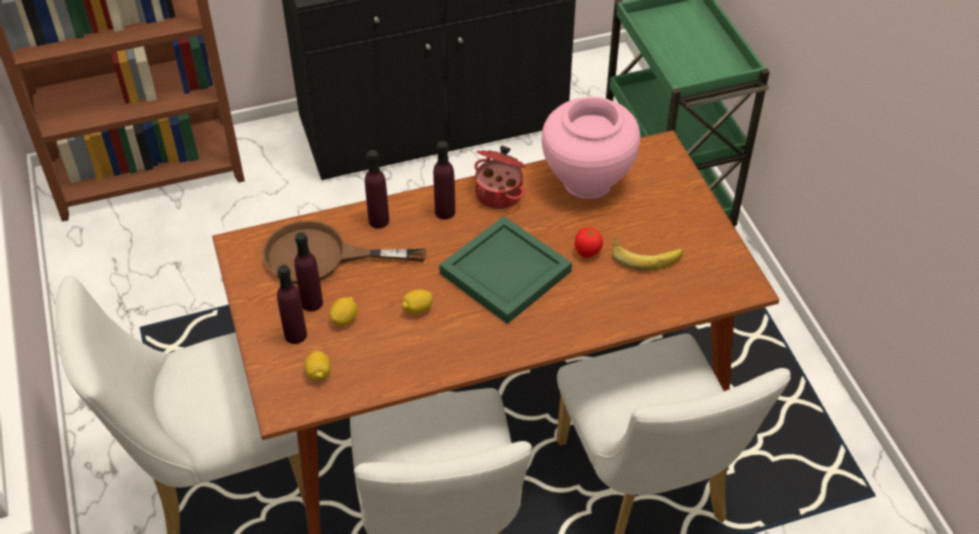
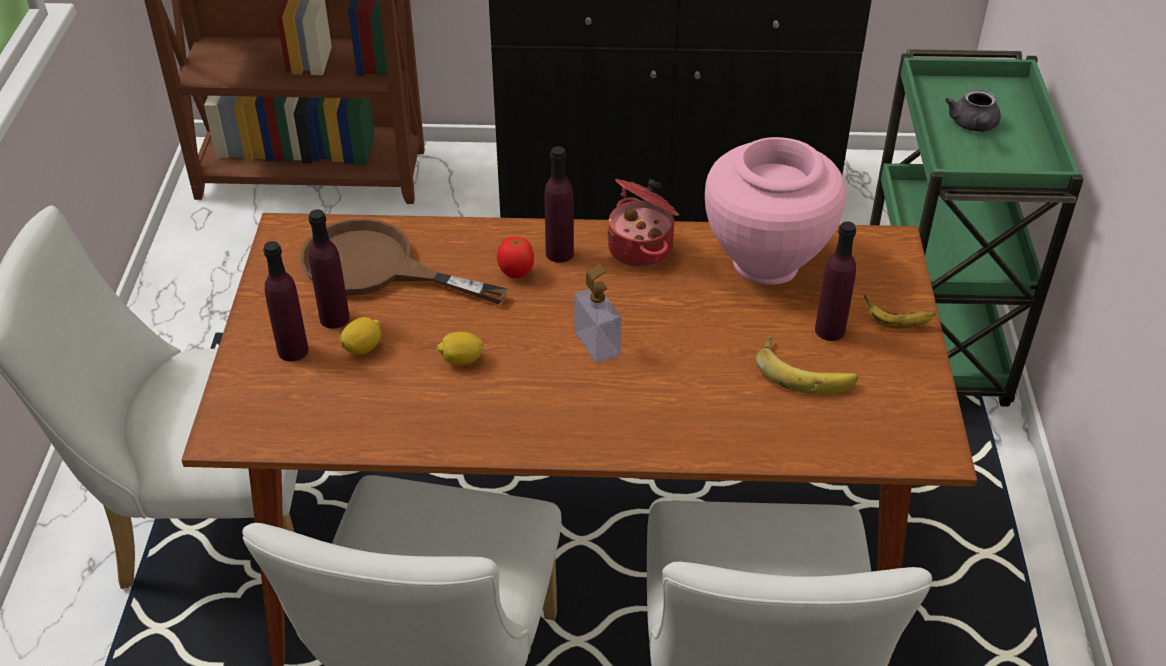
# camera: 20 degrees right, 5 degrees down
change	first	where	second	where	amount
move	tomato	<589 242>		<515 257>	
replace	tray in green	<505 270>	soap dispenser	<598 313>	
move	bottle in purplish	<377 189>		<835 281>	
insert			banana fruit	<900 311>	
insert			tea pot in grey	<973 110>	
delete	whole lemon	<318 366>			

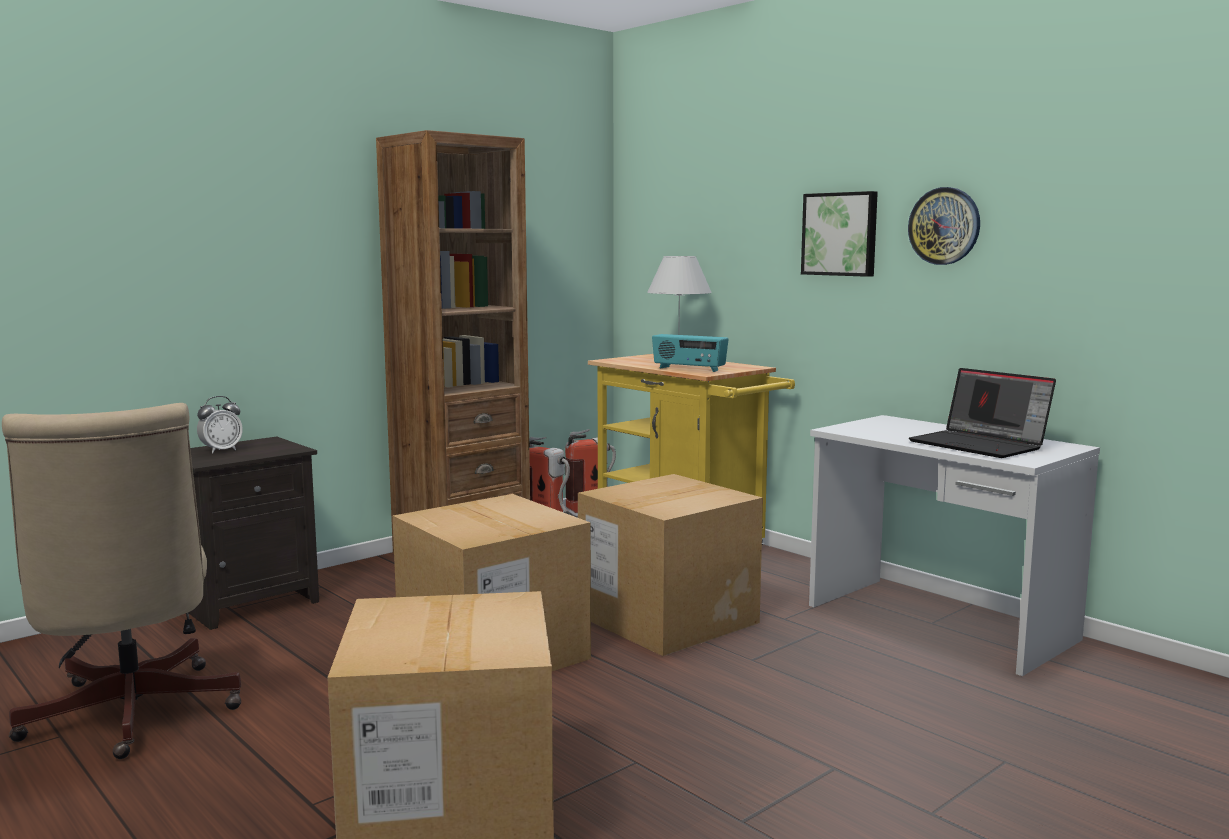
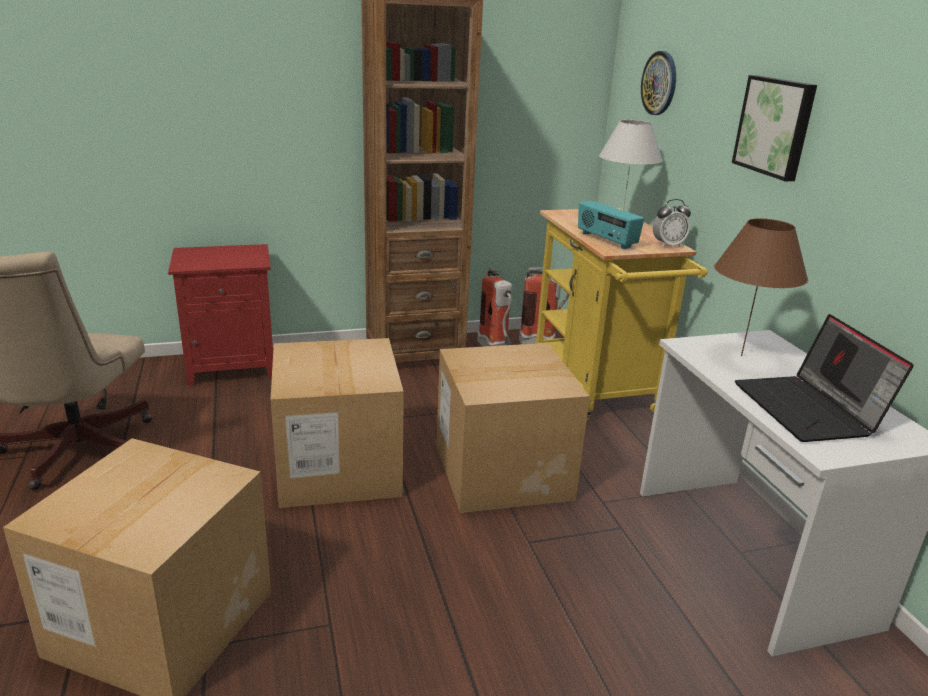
# camera: 25 degrees right, 15 degrees up
change	first	where	second	where	amount
recolor	night table in blackish	<253 533>	night table in red	<220 315>	
move	hanging clock	<944 226>		<658 83>	
move	table clock	<220 425>		<672 223>	
insert			tabletop lamp in brown	<761 287>	

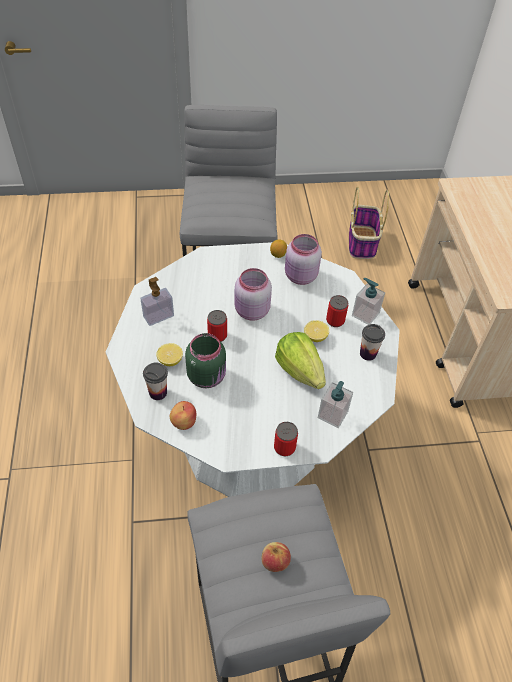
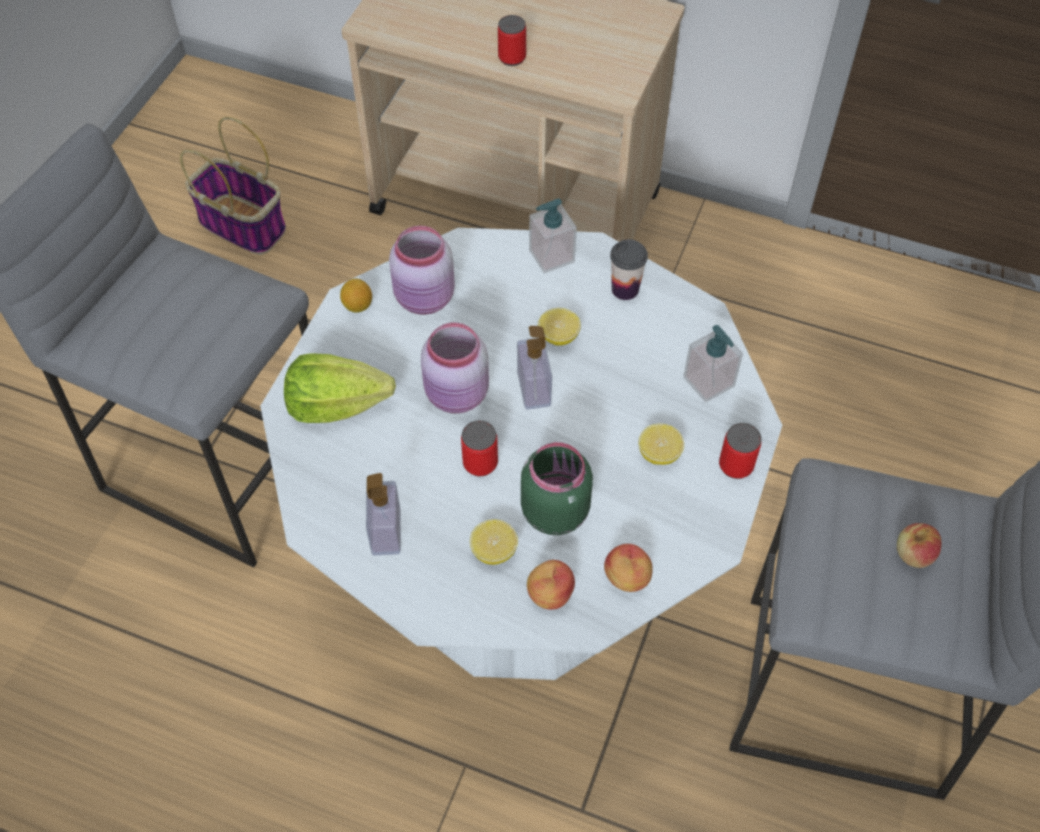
# camera: 60 degrees left, 5 degrees up
change	first	where	second	where	amount
move	head of lettuce	<300 360>		<340 388>	
move	can	<337 311>		<512 40>	
insert			soap dispenser	<534 368>	
replace	small cup	<155 381>	apple fruit	<551 585>	
insert			whole lemon	<661 444>	

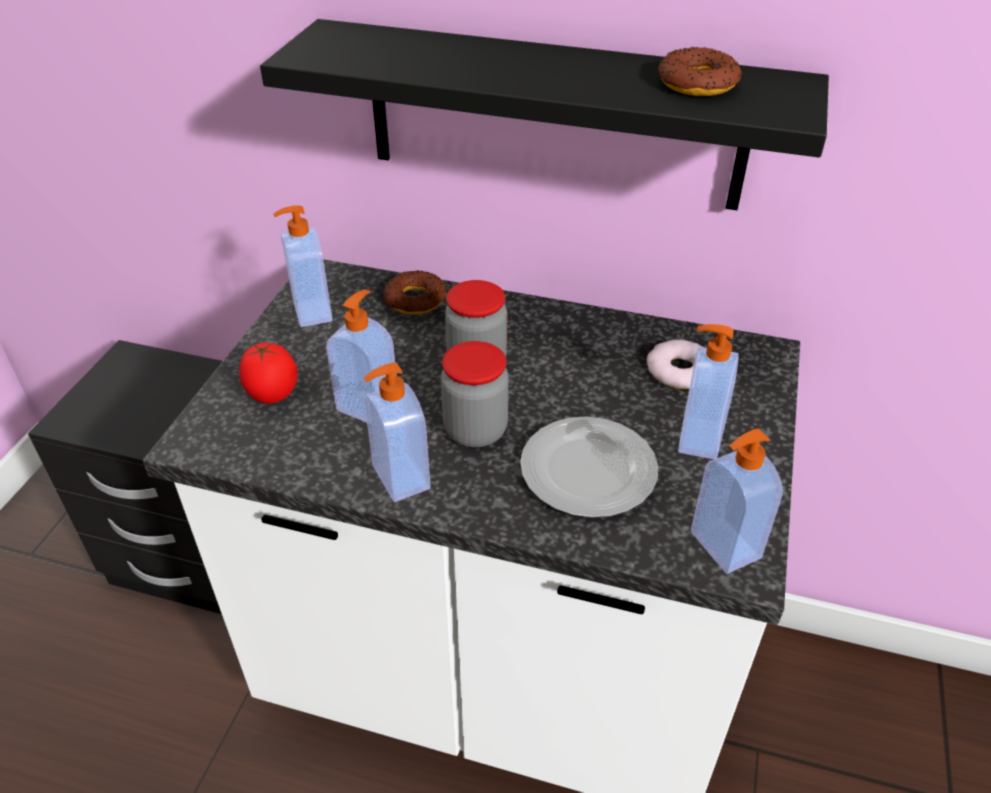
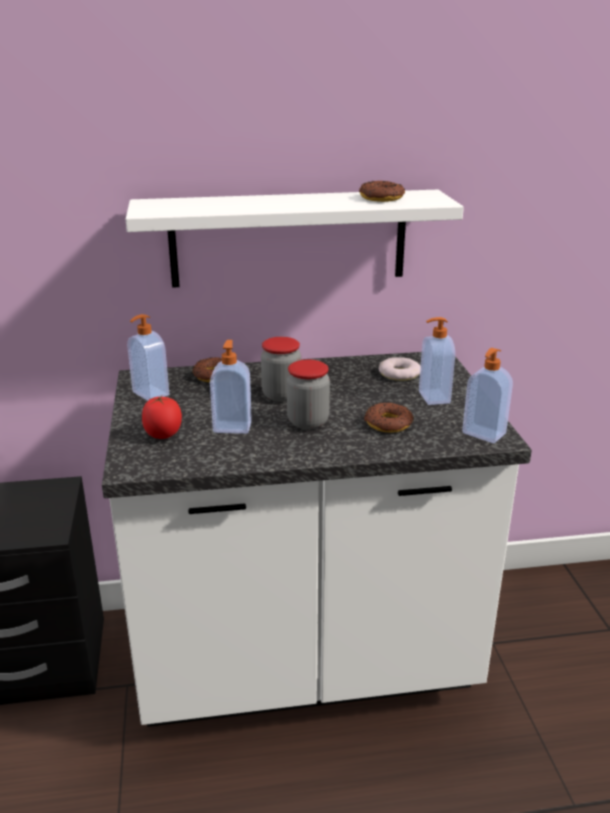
# camera: 25 degrees left, 15 degrees down
change	first	where	second	where	amount
recolor	wall shelf in blackish	<544 114>	wall shelf in white-coloured	<294 239>	
replace	plate	<589 467>	donut	<389 417>	
delete	soap dispenser	<397 432>			

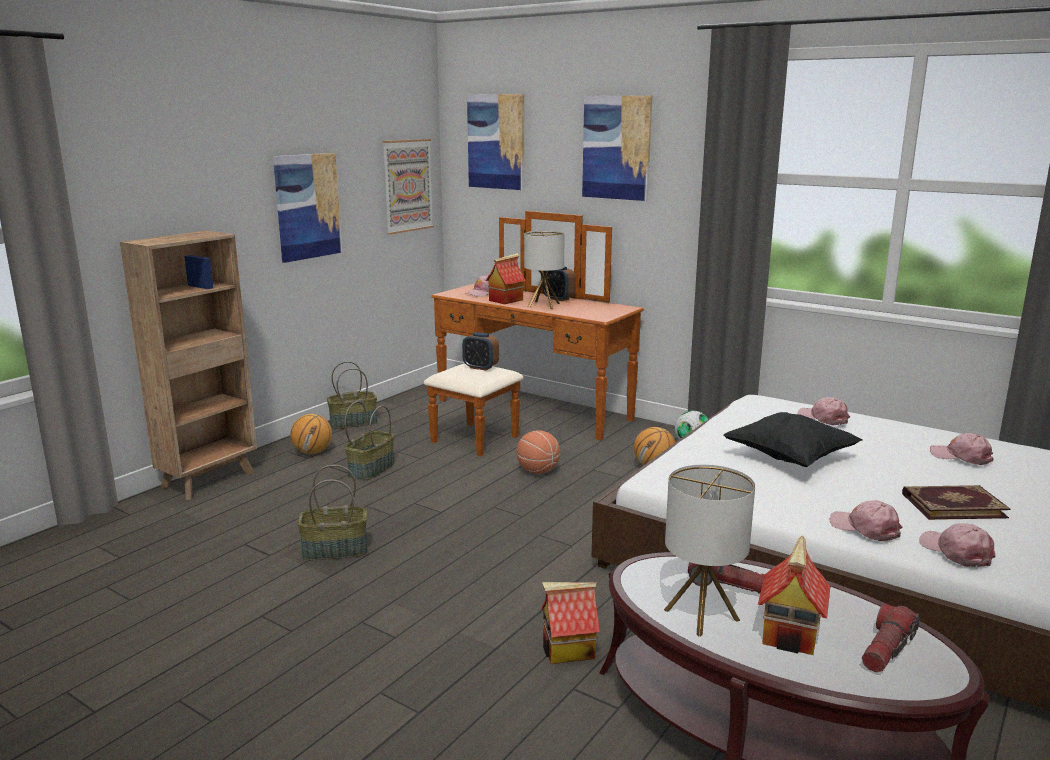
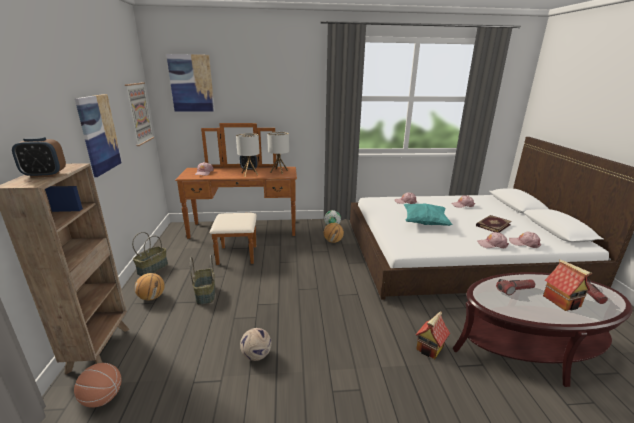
# camera: 40 degrees left, 5 degrees up
change	first	where	second	where	amount
move	table clock	<480 351>		<39 157>	
move	ball for basketball	<538 452>		<98 385>	
replace	storage basket	<332 512>	football ball	<256 344>	
move	tabletop lamp	<709 551>		<278 153>	
recolor	throw pillow in blackish	<793 439>	throw pillow in turquoise-coloured	<428 214>	
delete	toy house	<506 278>			
delete	wall art	<617 148>			

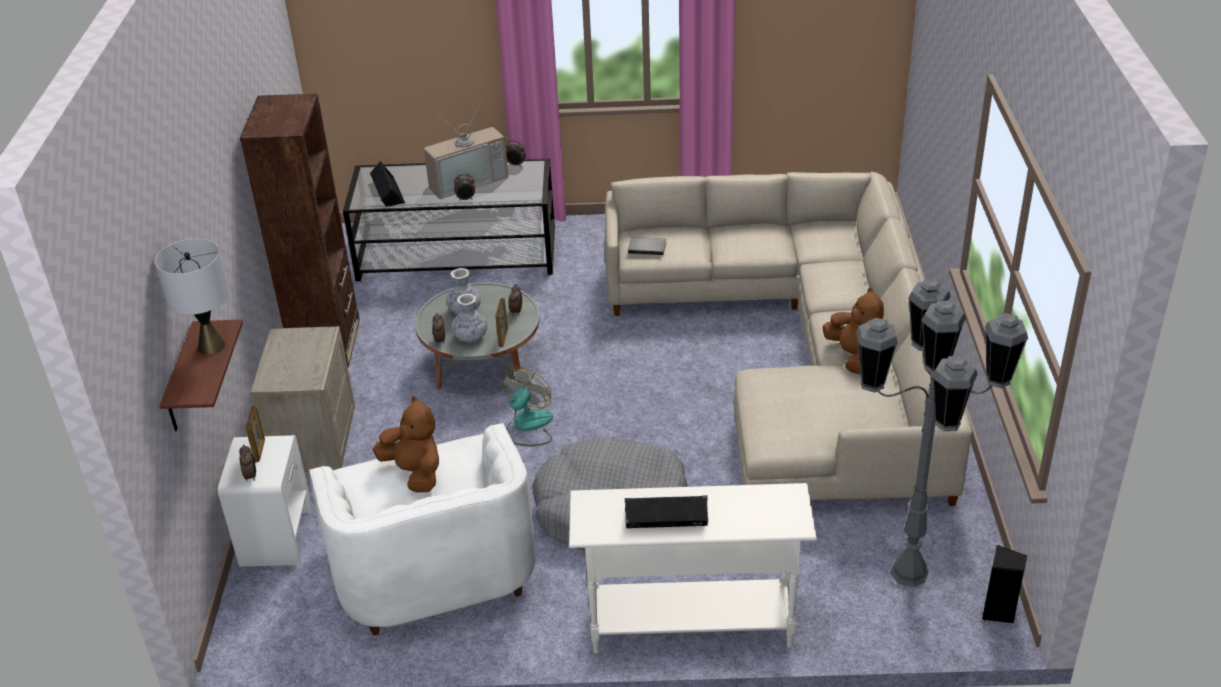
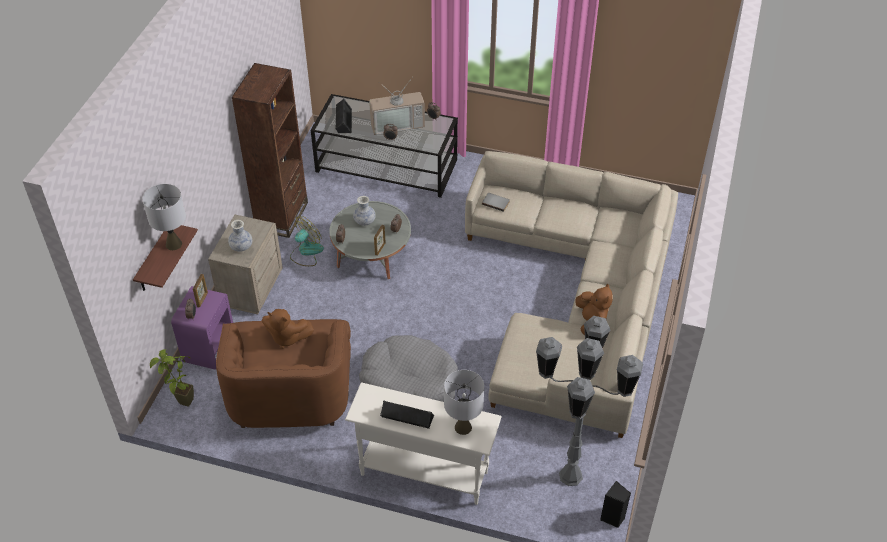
# camera: 15 degrees right, 10 degrees up
change	first	where	second	where	amount
insert			potted plant	<172 378>	
recolor	night table in white-coloured	<265 501>	night table in purplish	<202 328>	
recolor	easy chair in white-coloured	<422 529>	easy chair in brown	<283 373>	
move	decorative vase	<469 318>		<240 236>	
rotate	cuddly toy in brown	<406 444>		<288 329>	135 degrees clockwise
move	electric fan	<527 406>		<307 241>	
insert			tabletop lamp in grey	<464 402>	

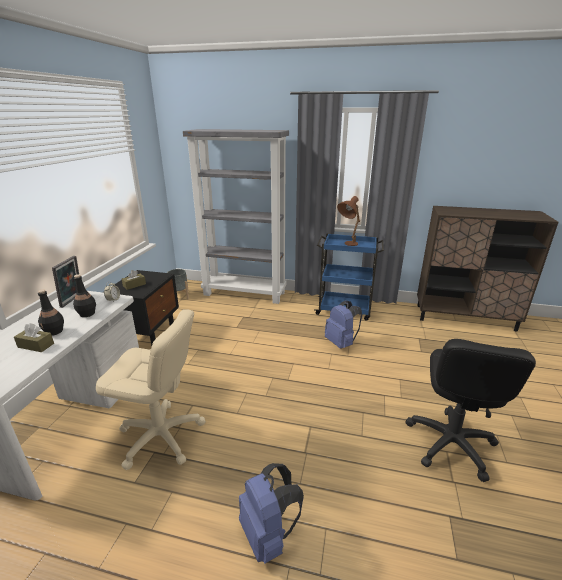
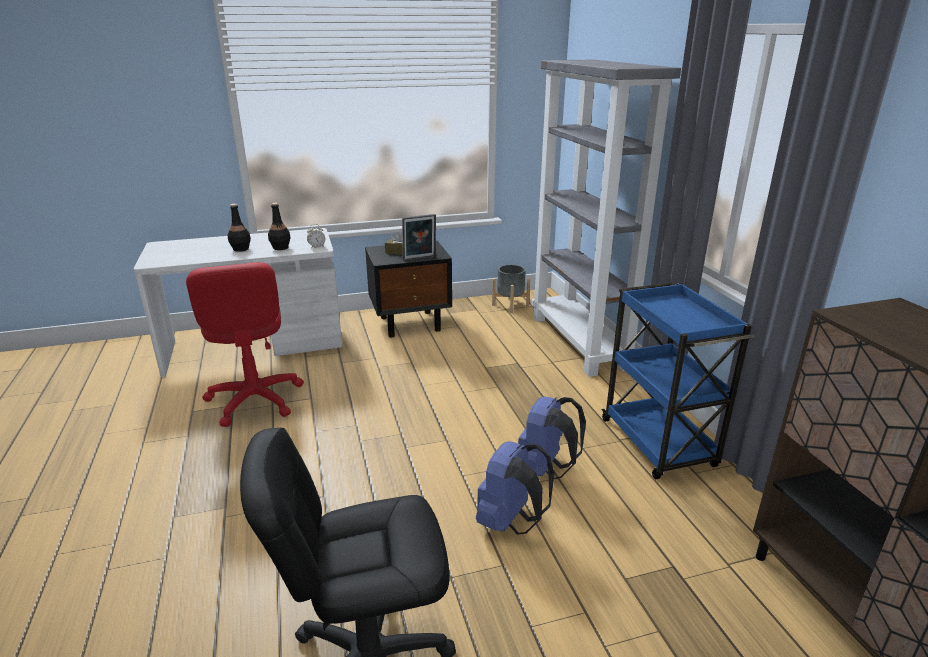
# camera: 60 degrees right, 0 degrees up
change	first	where	second	where	amount
recolor	computer chair in beige-coloured	<151 389>	computer chair in red	<245 344>	
move	photo frame	<65 282>		<419 237>	
move	rucksack in bluish	<271 513>		<515 488>	
delete	tissue box in brown	<34 337>			
delete	tabletop lamp in brown	<348 221>			

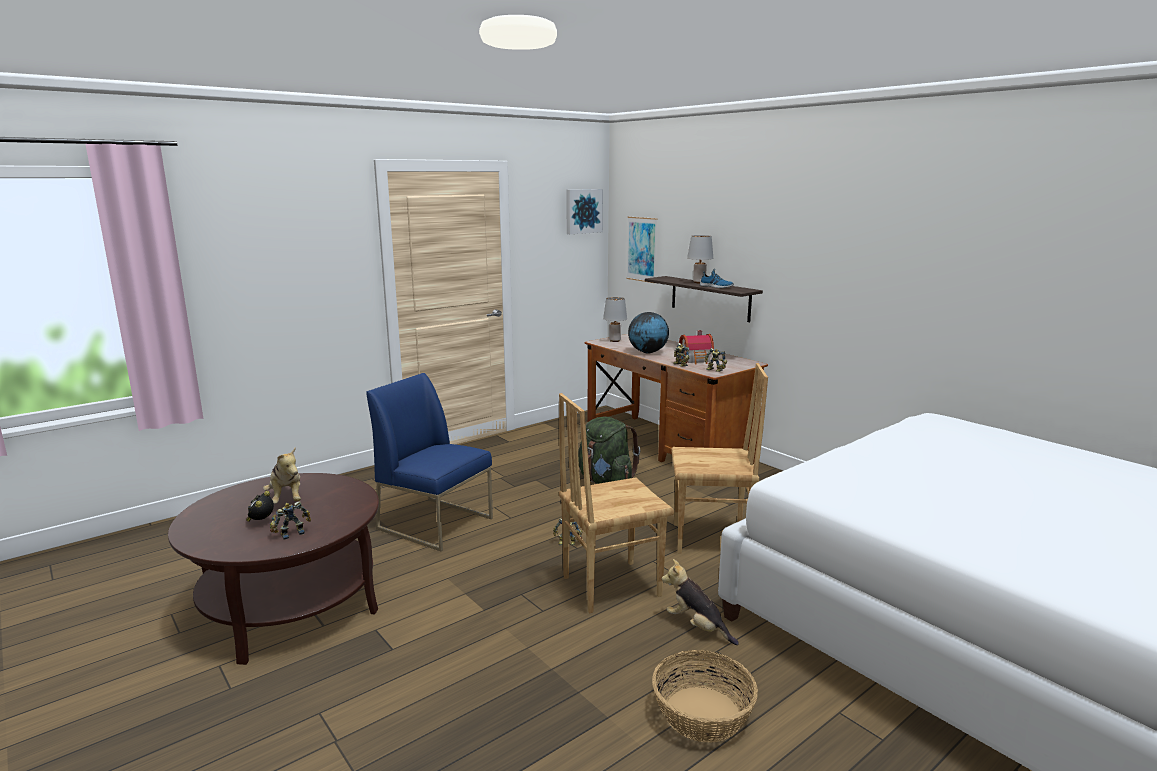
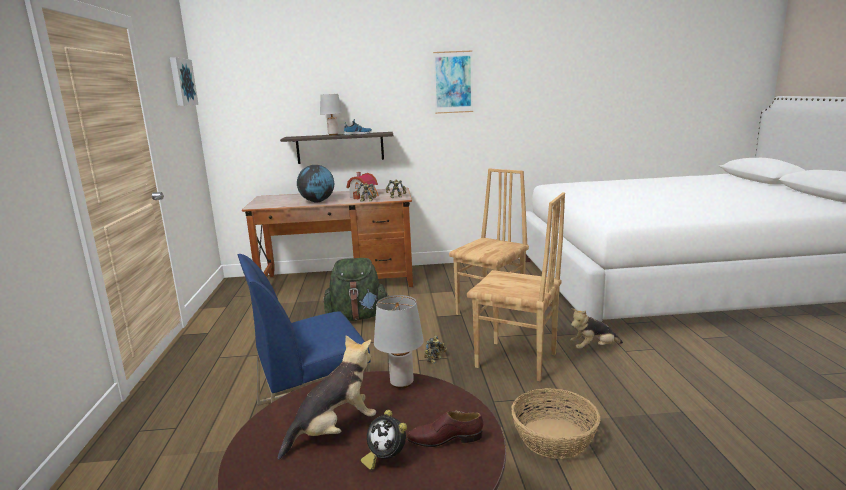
# camera: 55 degrees left, 0 degrees up
change	first	where	second	where	amount
rotate	cuddly toy	<282 475>		<327 398>	45 degrees counterclockwise
move	tabletop lamp in grey	<615 319>		<399 342>	
replace	model robot	<290 520>	shoe in brown	<445 429>	
move	wall art	<642 250>		<453 82>	
rotate	chair in brown	<616 503>		<516 286>	75 degrees counterclockwise
move	storage basket	<705 696>		<556 423>	

